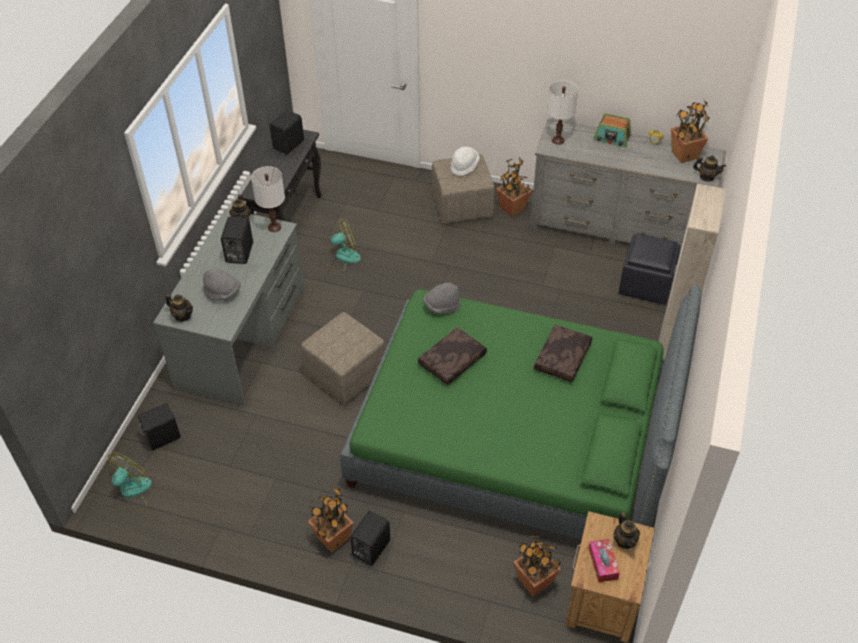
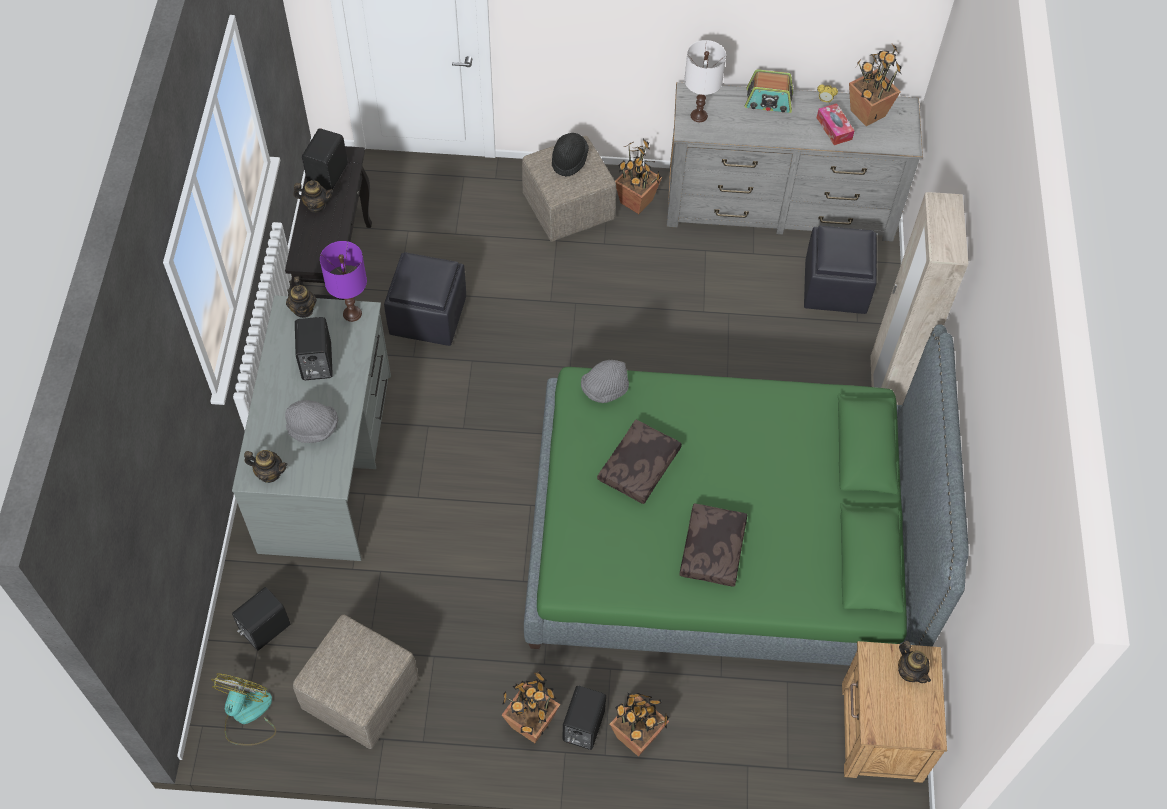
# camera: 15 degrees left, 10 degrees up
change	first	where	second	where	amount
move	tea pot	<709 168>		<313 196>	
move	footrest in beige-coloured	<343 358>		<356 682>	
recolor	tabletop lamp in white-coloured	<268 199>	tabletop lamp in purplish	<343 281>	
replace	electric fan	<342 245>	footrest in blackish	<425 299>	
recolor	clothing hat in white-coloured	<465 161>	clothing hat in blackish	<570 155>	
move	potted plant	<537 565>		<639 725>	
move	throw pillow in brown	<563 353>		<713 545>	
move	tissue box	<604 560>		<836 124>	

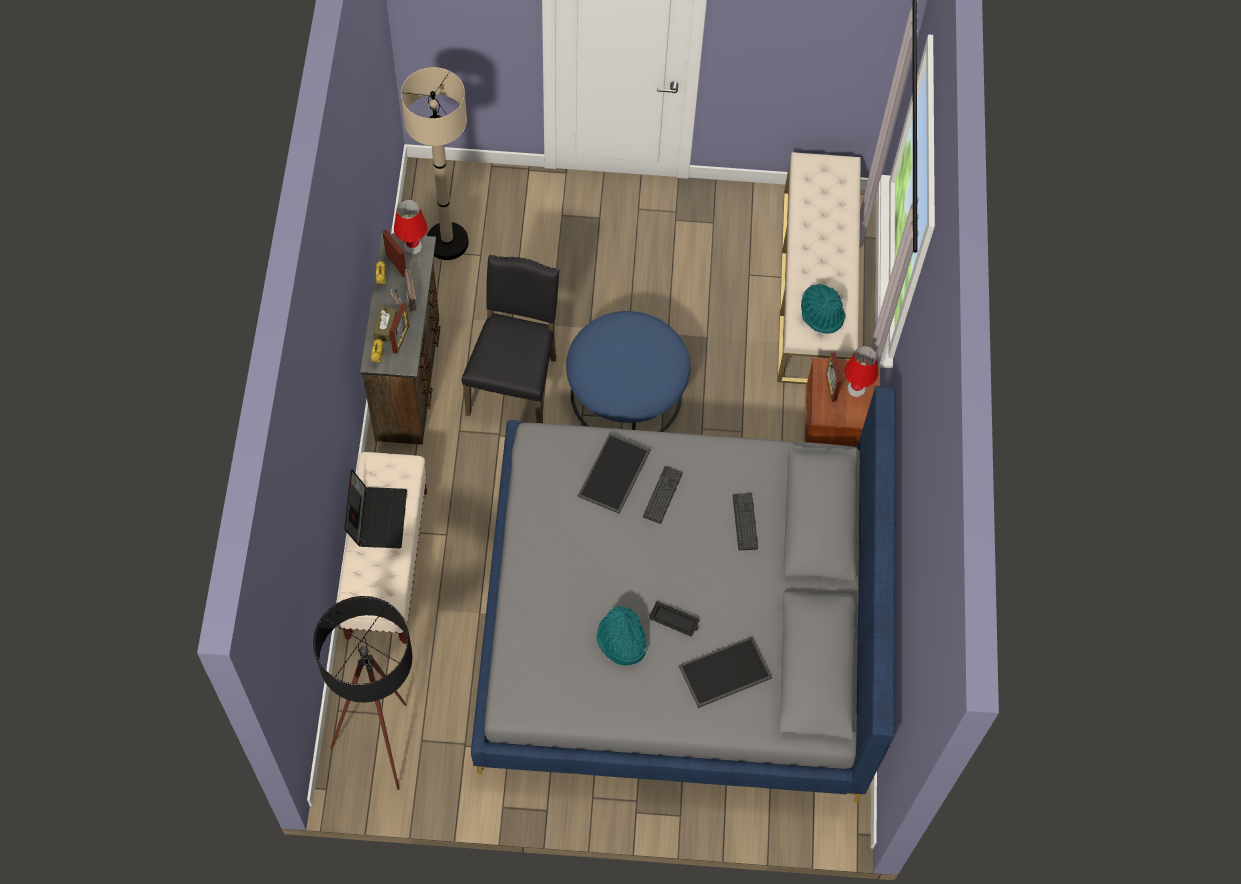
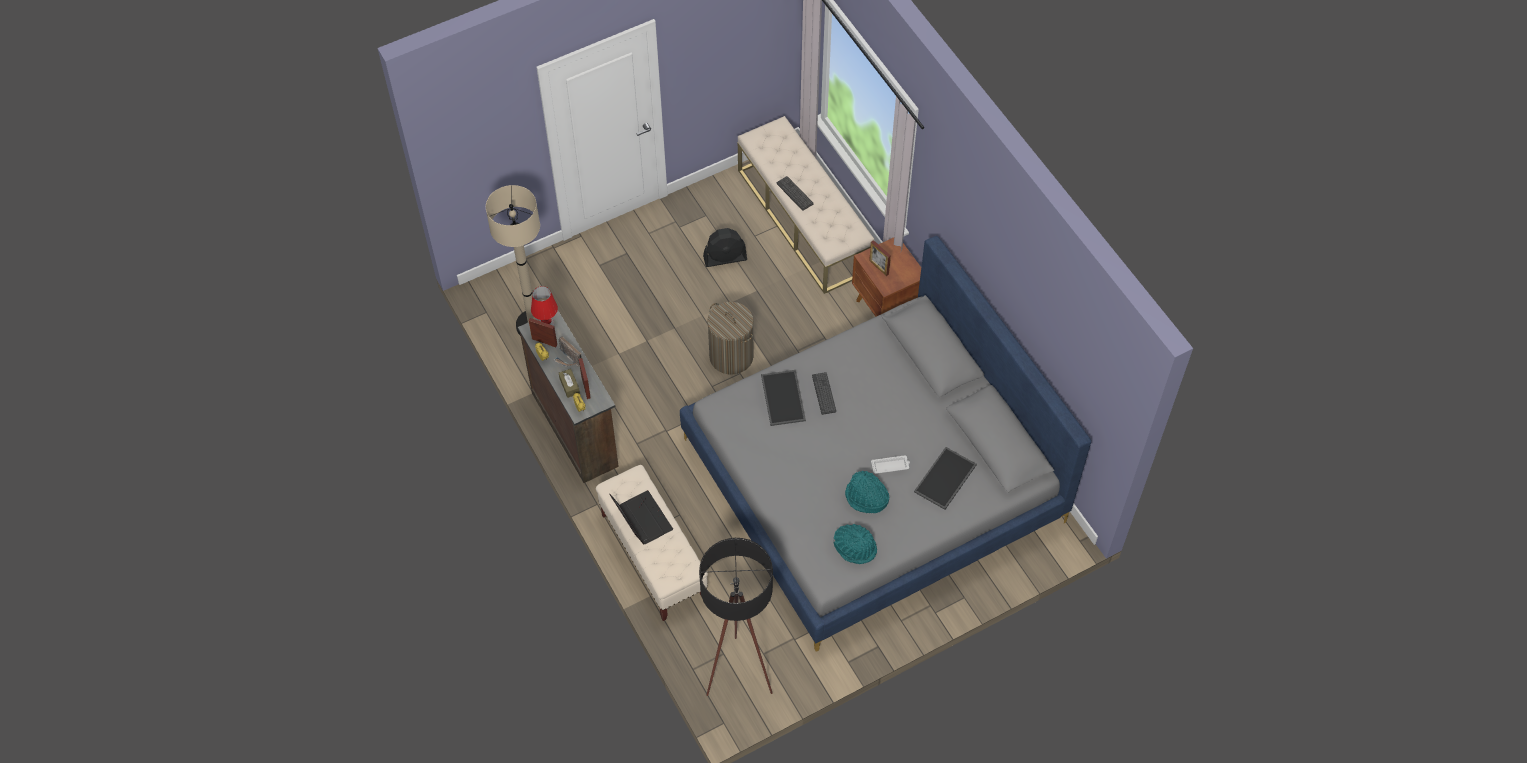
# camera: 30 degrees left, 5 degrees down
change	first	where	second	where	amount
insert			electric fan in blackish	<725 247>	
replace	footrest in bluish	<628 371>	hamper	<730 338>	
move	PC keyboard	<745 522>		<795 193>	
move	clothing hat in turquoise-coloured	<823 308>		<855 544>	
recolor	tray in blackish	<674 618>	tray in white-coloured	<890 464>	
delete	chair in blackish	<511 339>			
delete	tabletop lamp in red	<861 371>			

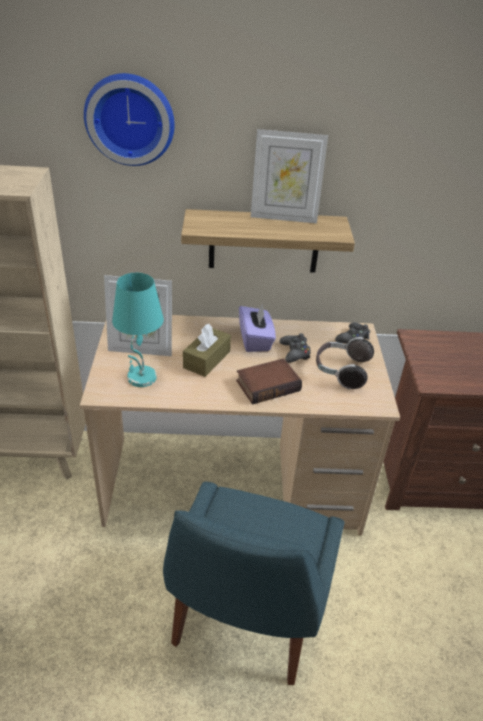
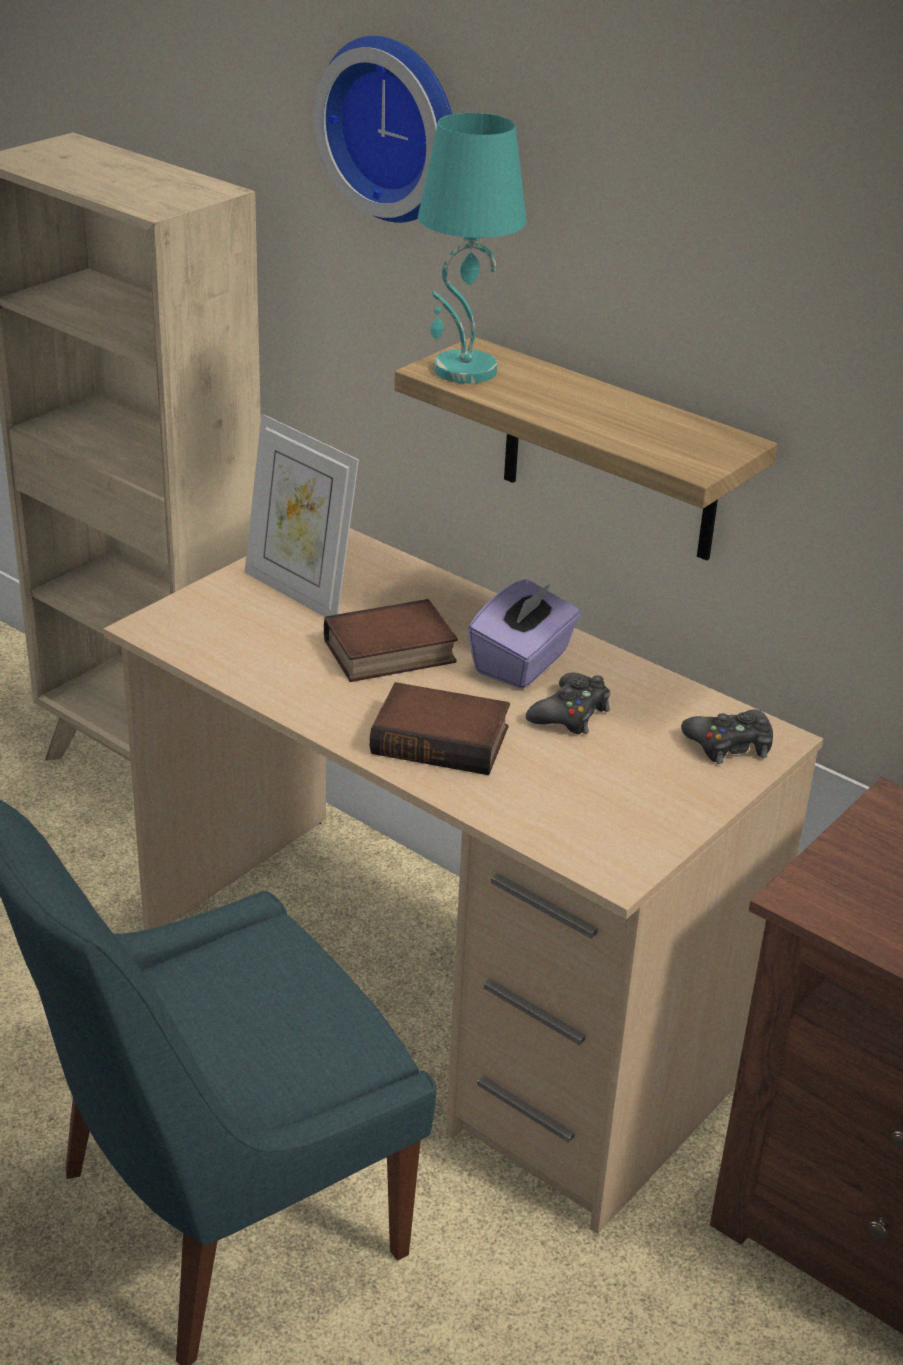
# camera: 40 degrees right, 5 degrees down
change	first	where	second	where	amount
replace	tissue box in brown	<207 350>	book	<391 640>	
move	tabletop lamp in turquoise-coloured	<138 330>		<472 248>	
delete	photo frame	<289 176>			
delete	pair of headphones	<345 363>			

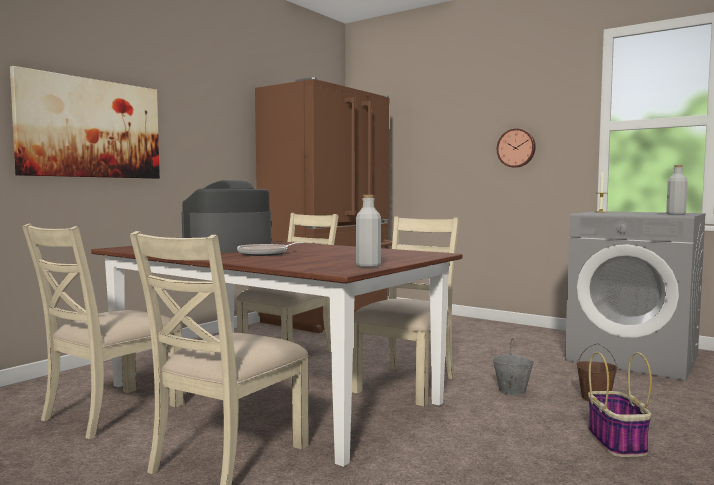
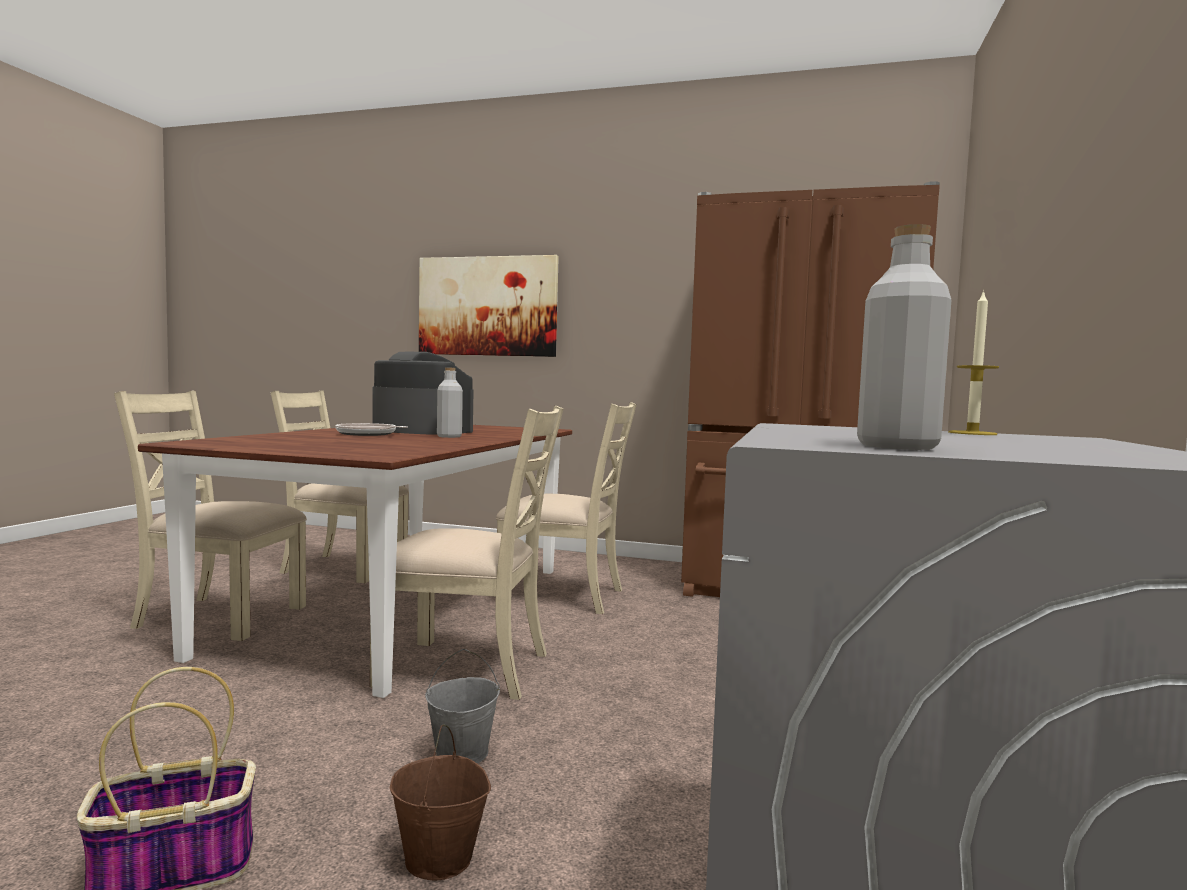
# camera: 70 degrees right, 0 degrees up
change	first	where	second	where	amount
move	bottle in grey	<368 231>		<450 402>	
delete	hanging clock	<516 148>			

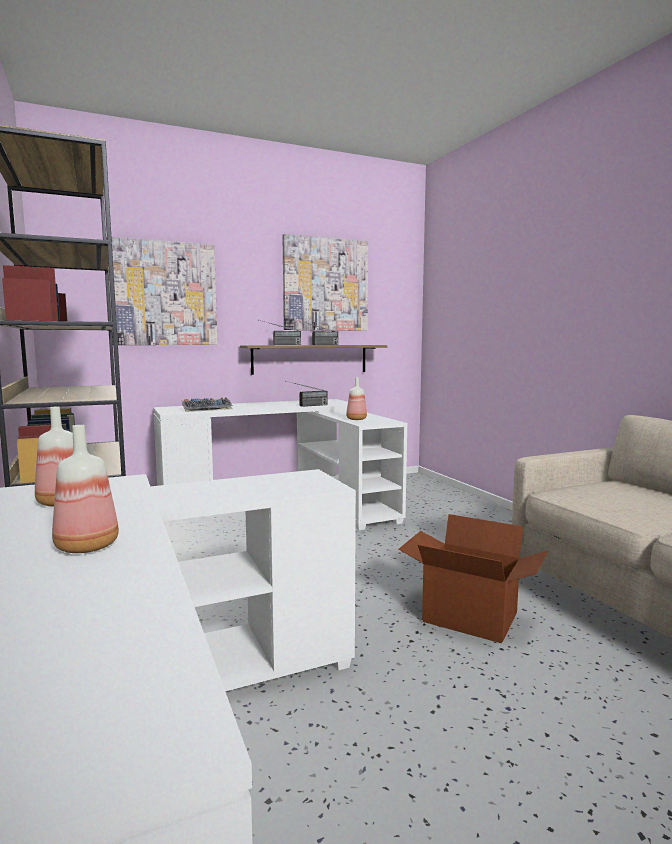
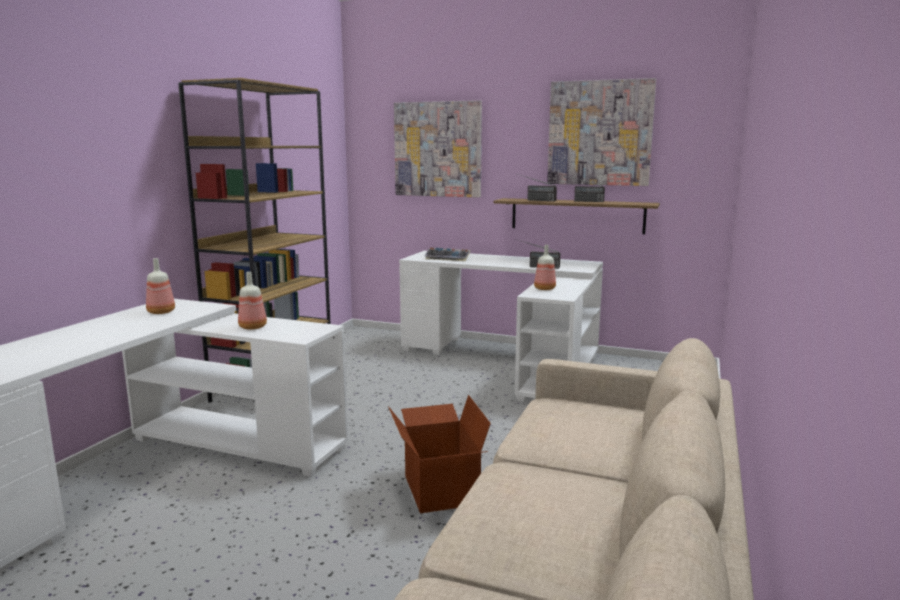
# camera: 45 degrees right, 5 degrees up
change	first	where	second	where	amount
move	bottle	<85 489>		<252 301>	

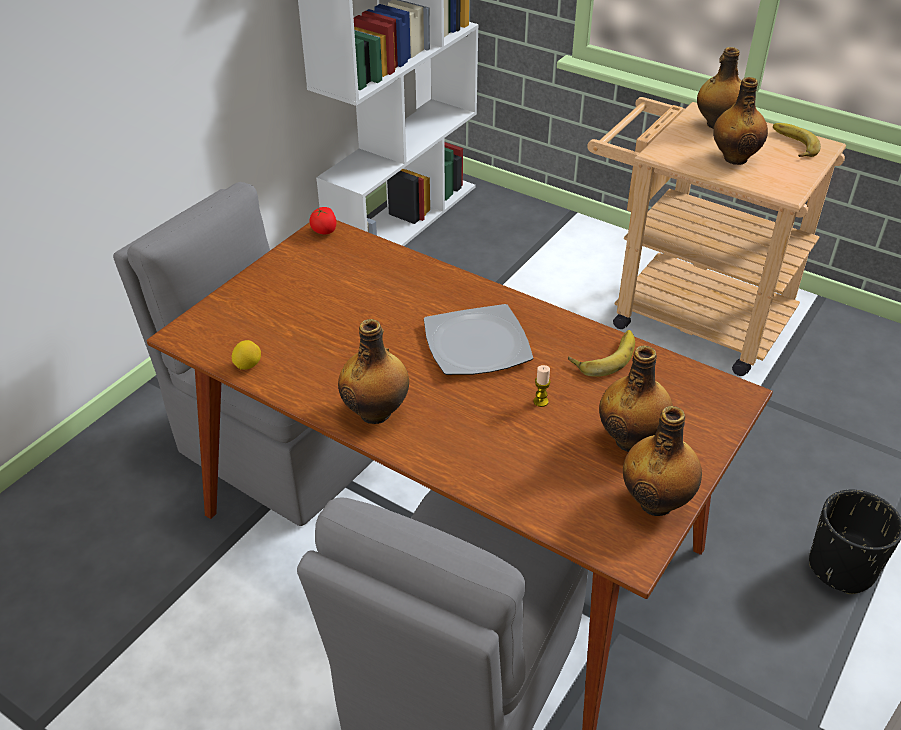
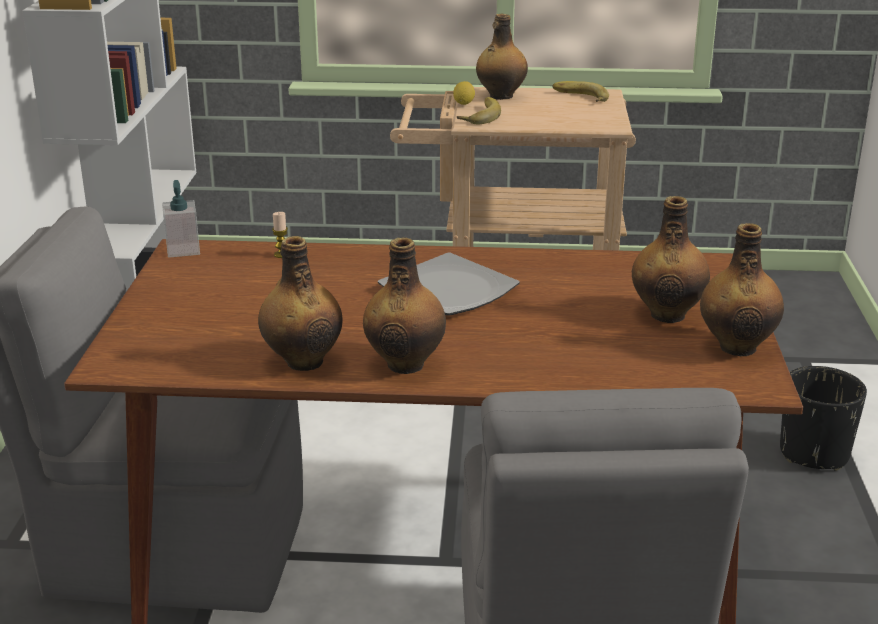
# camera: 30 degrees left, 15 degrees down
change	first	where	second	where	amount
replace	tomato	<322 221>	soap dispenser	<181 219>	
move	bottle	<740 121>		<300 303>	
move	candle	<542 386>		<280 235>	
move	whole lemon	<246 355>		<464 93>	
move	banana fruit	<601 353>		<479 110>	

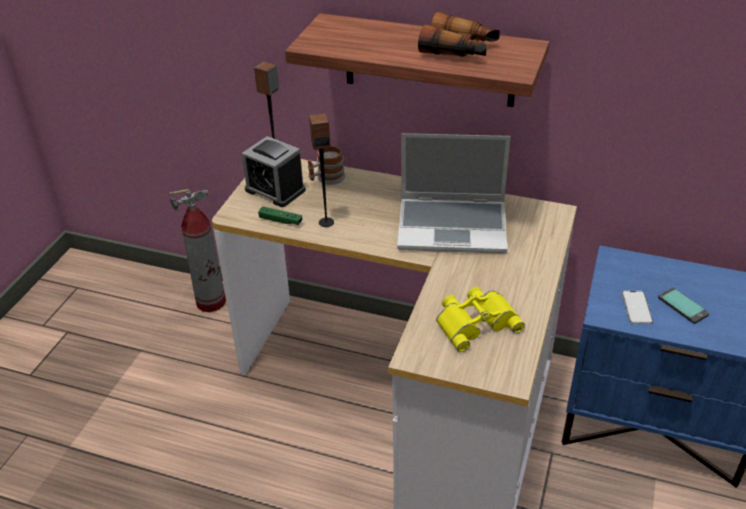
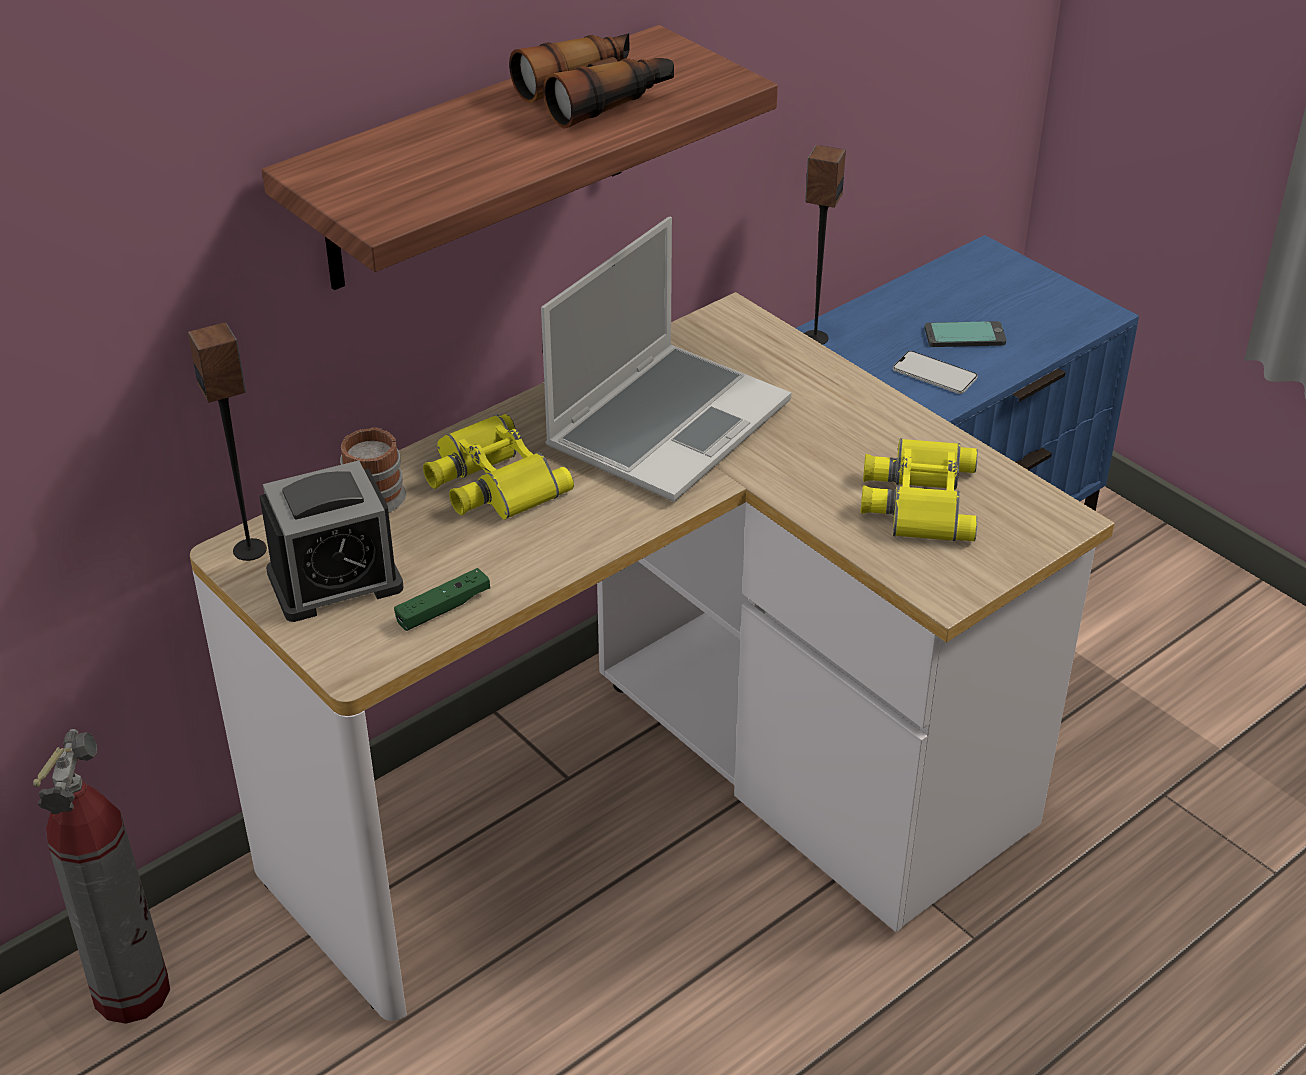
# camera: 60 degrees left, 0 degrees up
change	first	where	second	where	amount
insert			pair of binoculars in yellow-coloured	<498 467>	
move	loudspeaker	<321 170>		<825 245>	

